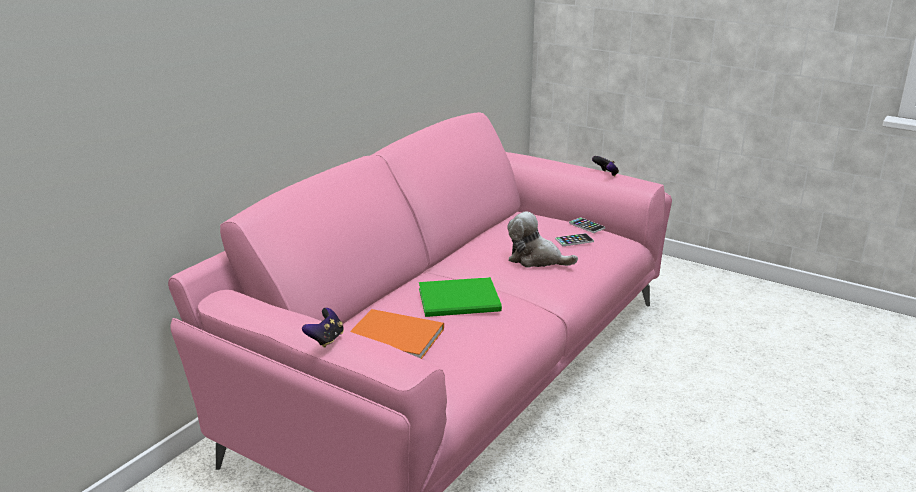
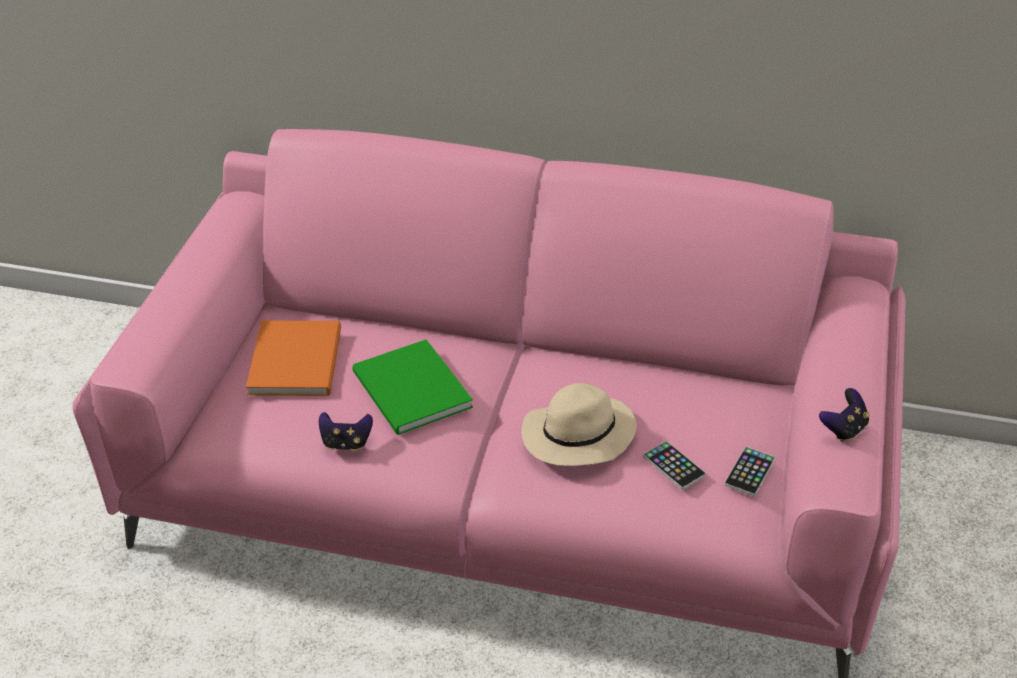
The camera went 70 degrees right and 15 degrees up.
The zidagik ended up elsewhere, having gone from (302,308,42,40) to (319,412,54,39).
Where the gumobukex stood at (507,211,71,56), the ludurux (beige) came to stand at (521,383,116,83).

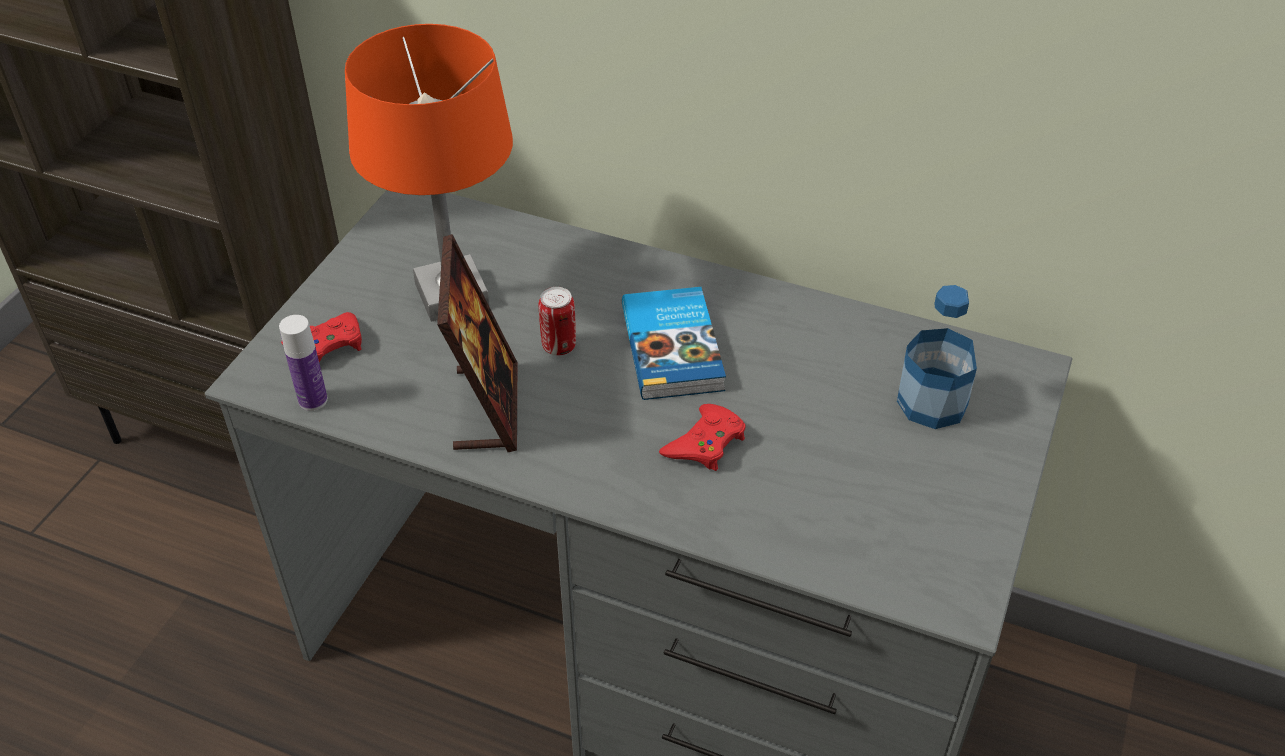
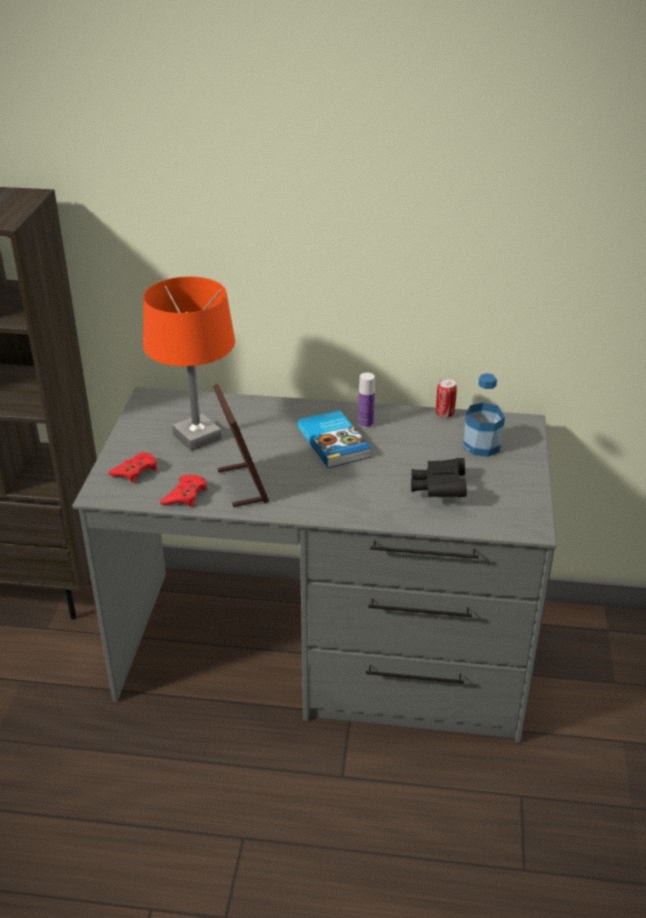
The camera went 15 degrees left and 10 degrees down.
The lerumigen ended up elsewhere, having gone from (279,315,49,96) to (358,373,17,55).
The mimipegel ended up elsewhere, having gone from (539,287,37,68) to (436,379,21,39).
The zidagik (red) ended up elsewhere, having gone from (659,404,87,67) to (160,475,47,32).
The second view gained the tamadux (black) at (411,458,56,39).

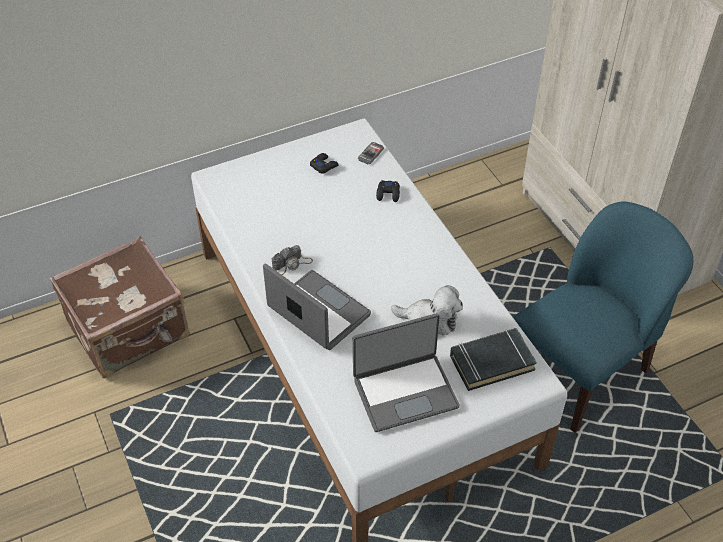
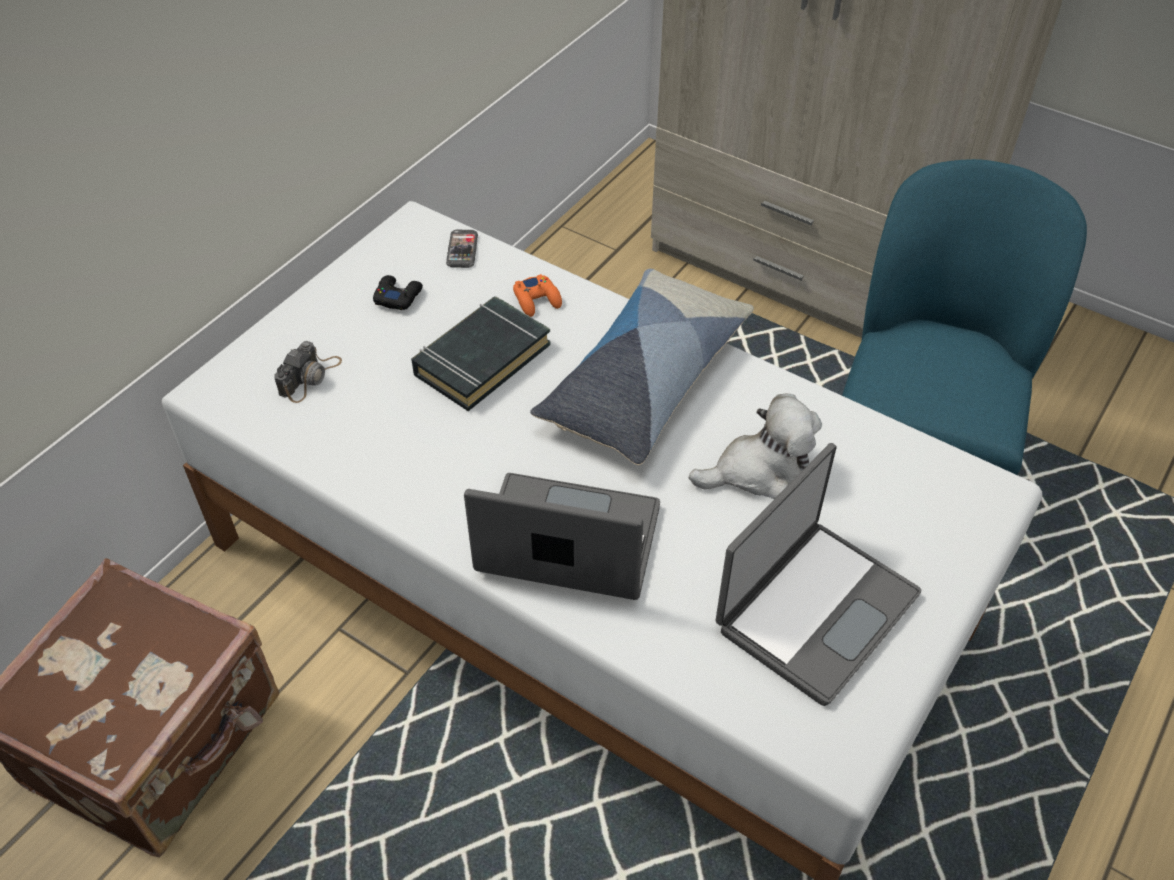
The camera went 30 degrees left and 0 degrees up.
The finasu ended up elsewhere, having gone from (272,245,41,30) to (274,341,68,62).
What was the zidagik (black) at (376,180,24,22) turned into the zidagik (orange) at (513,274,49,43).
The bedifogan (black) ended up elsewhere, having gone from (450,328,87,63) to (411,296,140,115).
The second view gained the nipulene at (530,269,224,196).

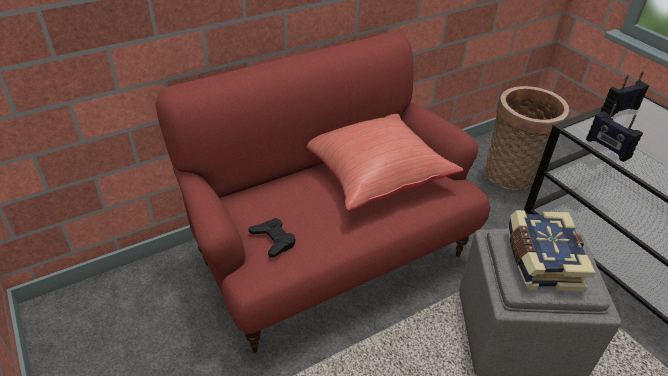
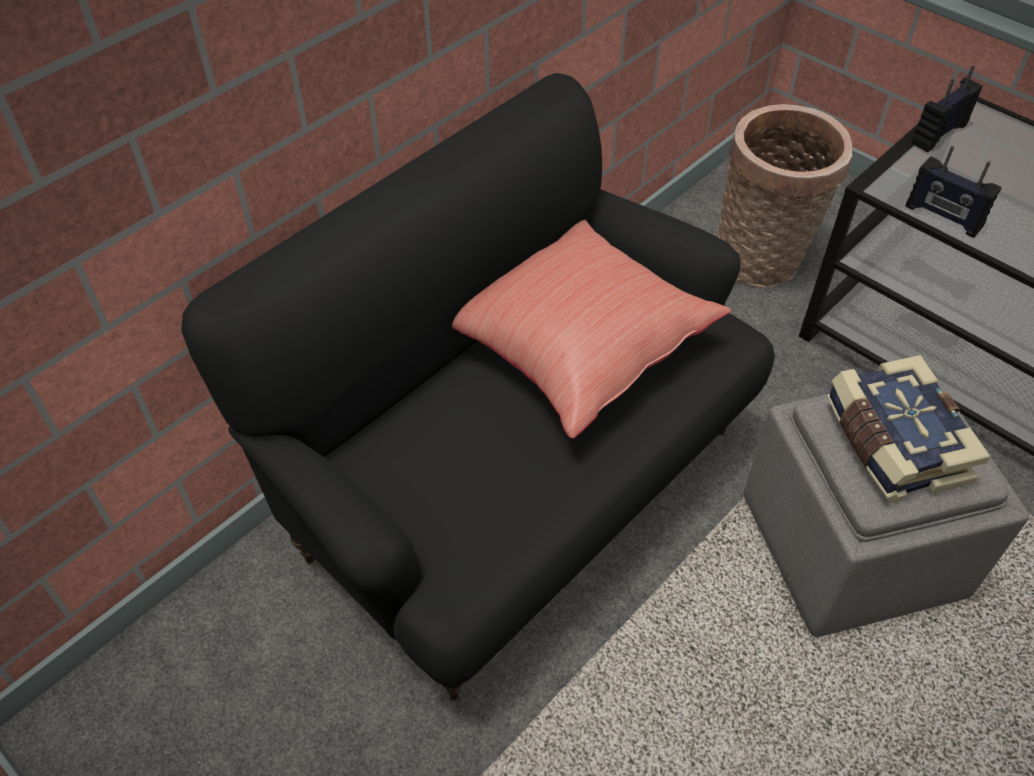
The camera went 15 degrees left and 10 degrees up.
What was the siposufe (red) at (155,32,335,321) turned into the siposufe (black) at (181,73,594,627).
The second view lost the zidagik (black) at (248,218,47,40).

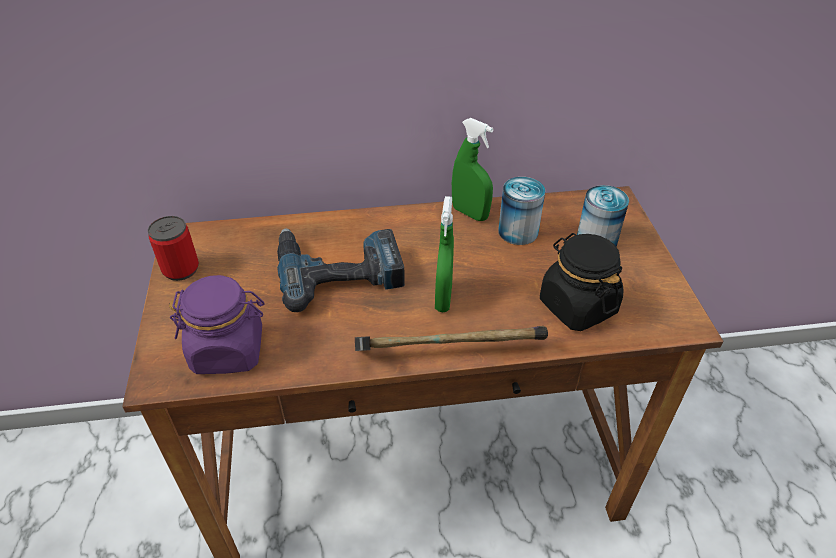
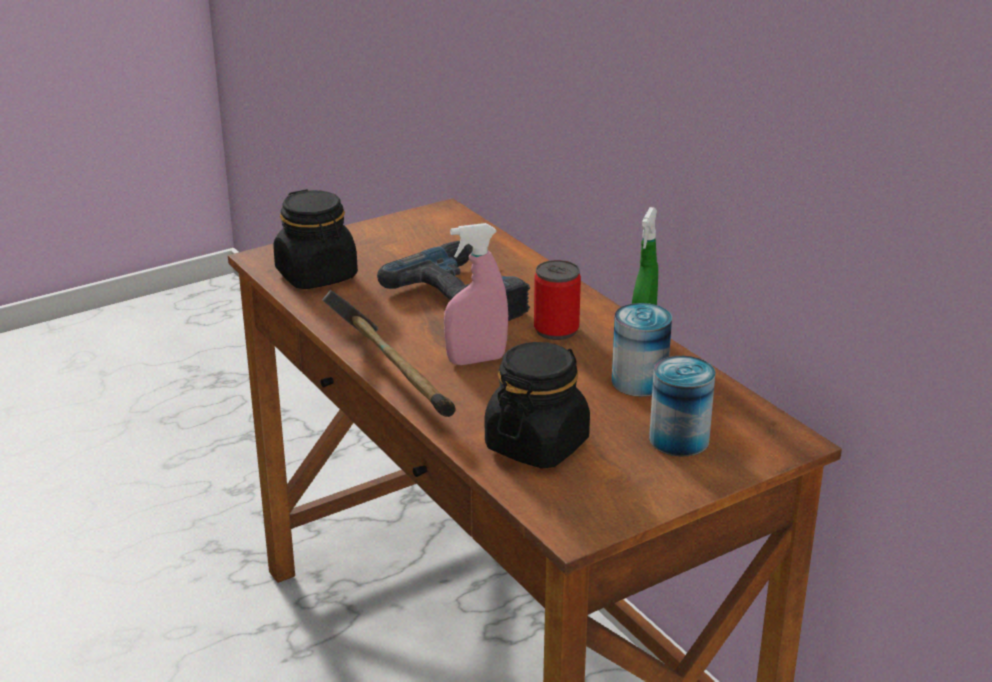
The camera went 65 degrees right and 15 degrees down.
The mimipegel ended up elsewhere, having gone from (148,216,51,65) to (534,260,47,80).
What was the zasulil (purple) at (169,275,96,99) turned into the zasulil (black) at (273,189,85,100).
What was the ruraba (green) at (435,196,19,116) turned into the ruraba (pink) at (444,223,64,142).

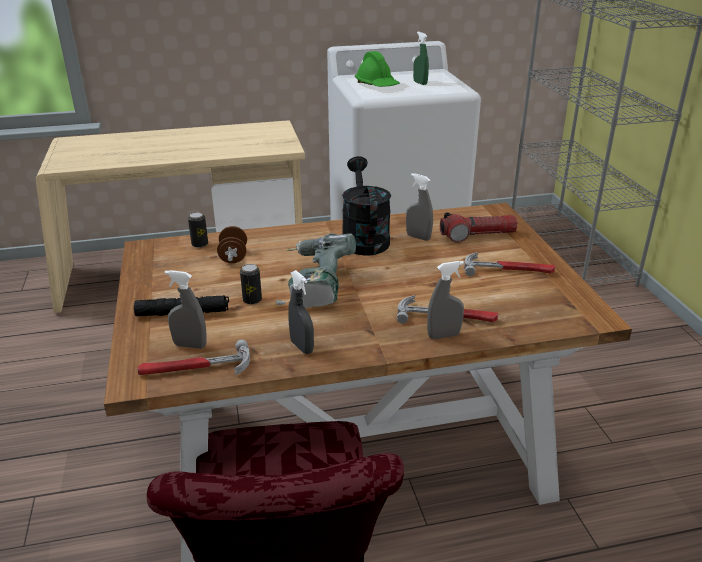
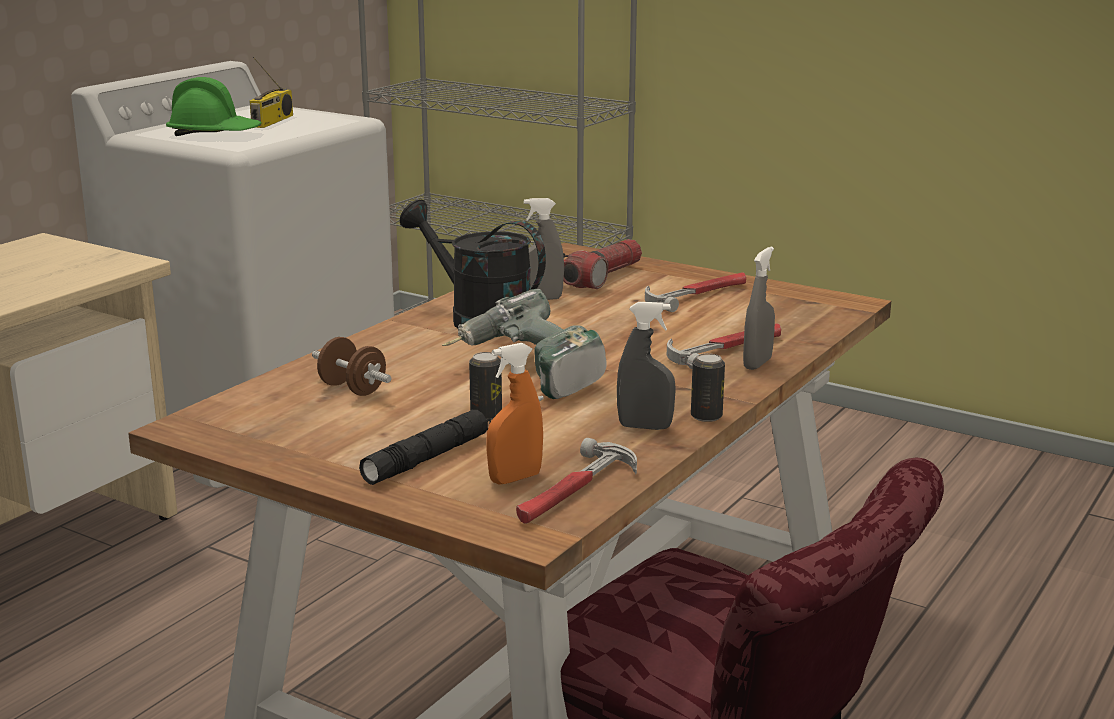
The camera went 45 degrees left and 10 degrees down.
What was the ruraba (grey) at (164,270,43,79) turned into the ruraba (orange) at (486,343,57,142).
The mimipegel ended up elsewhere, having gone from (188,212,20,36) to (691,353,34,69).
Where the ruraba (green) stood at (413,32,16,53), the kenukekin came to stand at (249,56,44,72).

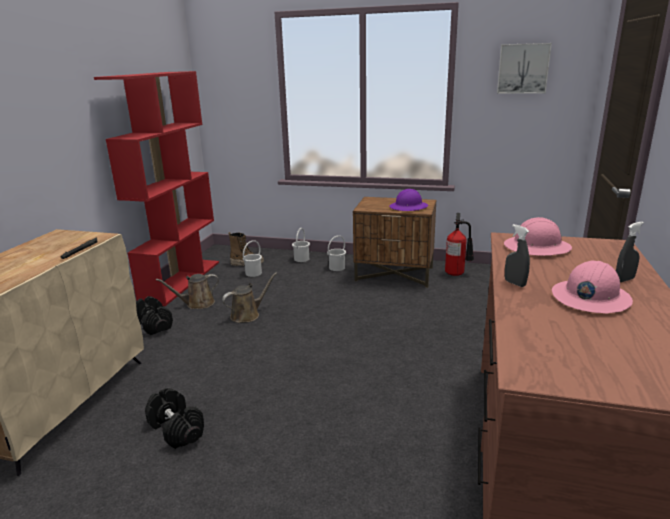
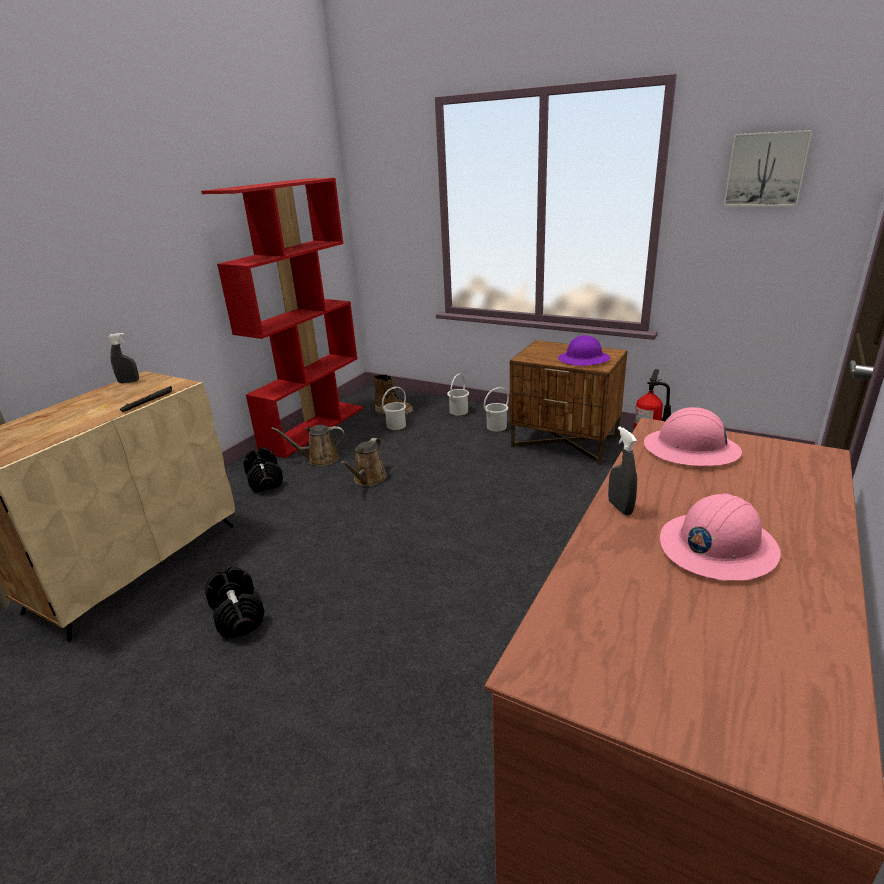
The camera went 15 degrees right and 5 degrees up.
The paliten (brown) at (222,272,55,51) ended up facing another way, 135 degrees clockwise from before.
The ruraba (grey) ended up elsewhere, having gone from (616,222,28,60) to (107,333,32,50).

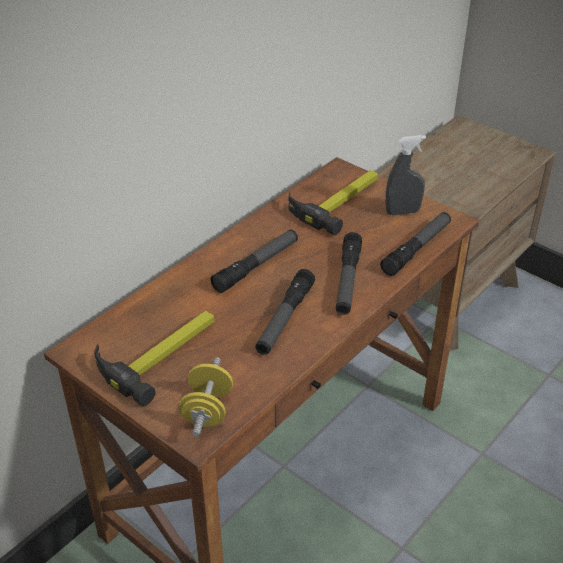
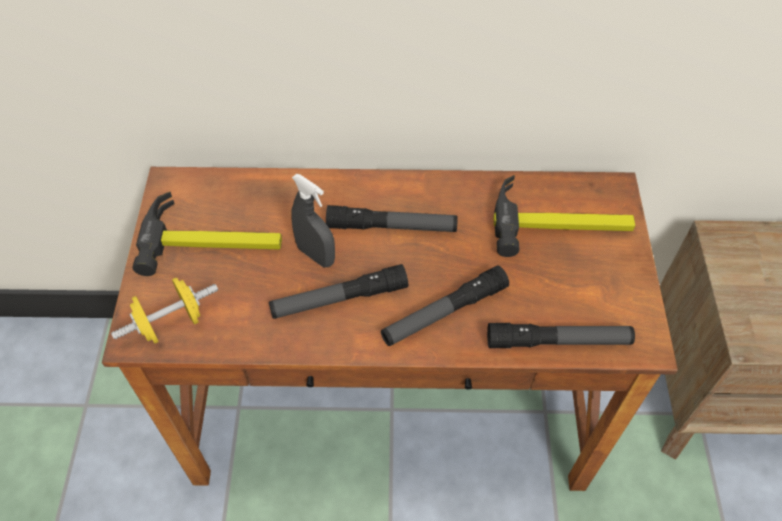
The camera went 50 degrees right and 15 degrees up.
The ruraba (grey) ended up elsewhere, having gone from (386,135,40,80) to (291,174,44,93).

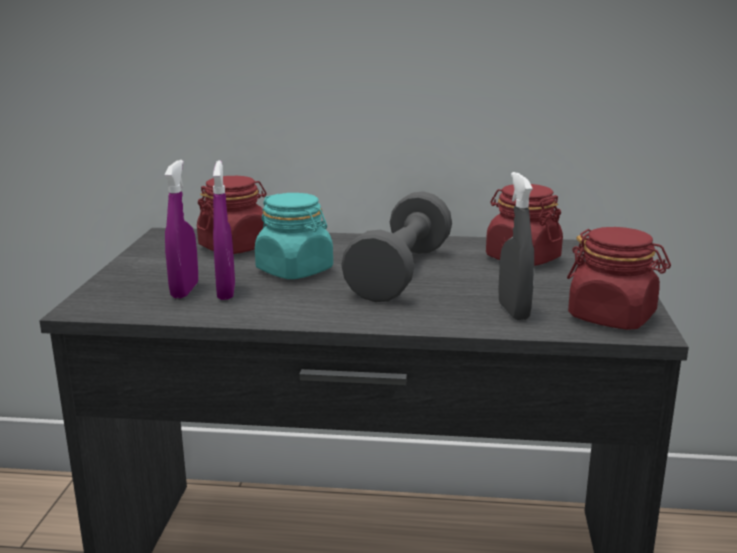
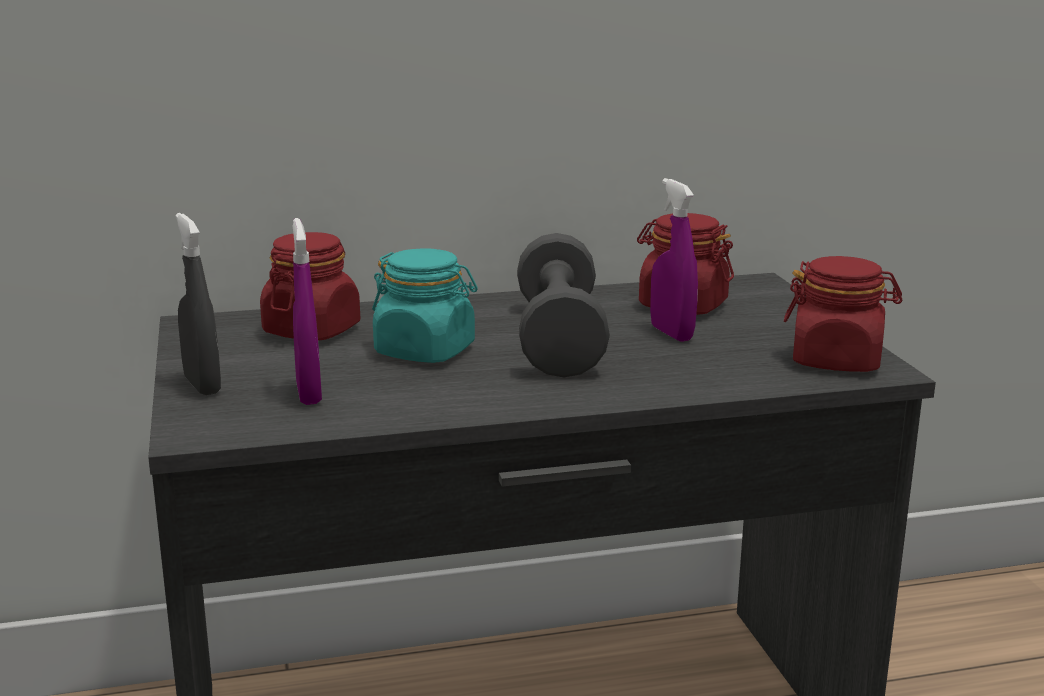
The camera went 20 degrees left and 0 degrees up.
The ruraba (purple) ended up elsewhere, having gone from (213,160,22,140) to (650,178,48,164).
The ruraba (grey) ended up elsewhere, having gone from (498,172,36,149) to (175,213,46,182).

